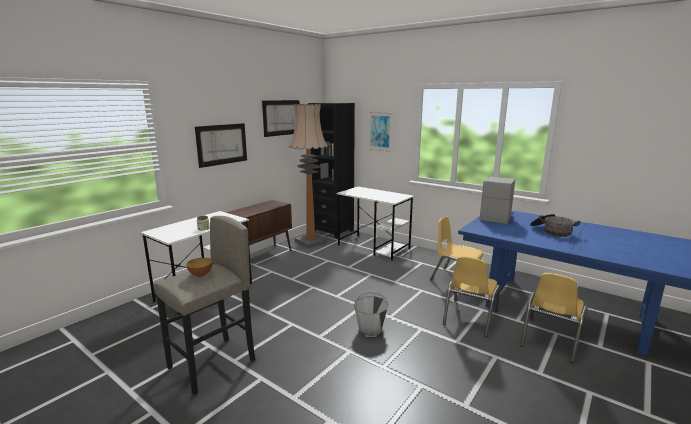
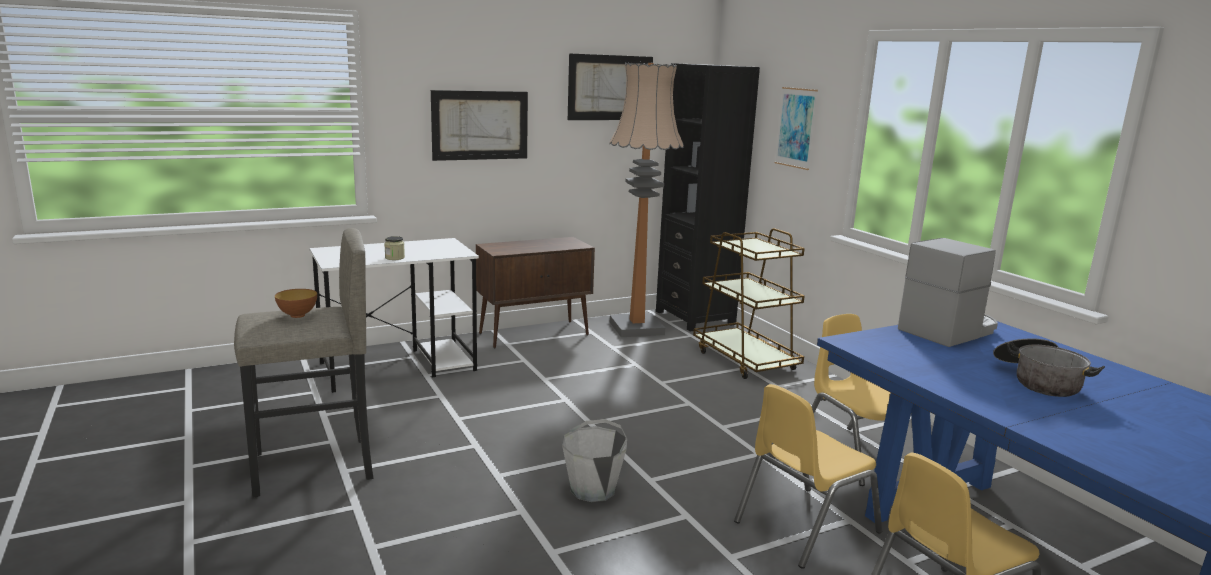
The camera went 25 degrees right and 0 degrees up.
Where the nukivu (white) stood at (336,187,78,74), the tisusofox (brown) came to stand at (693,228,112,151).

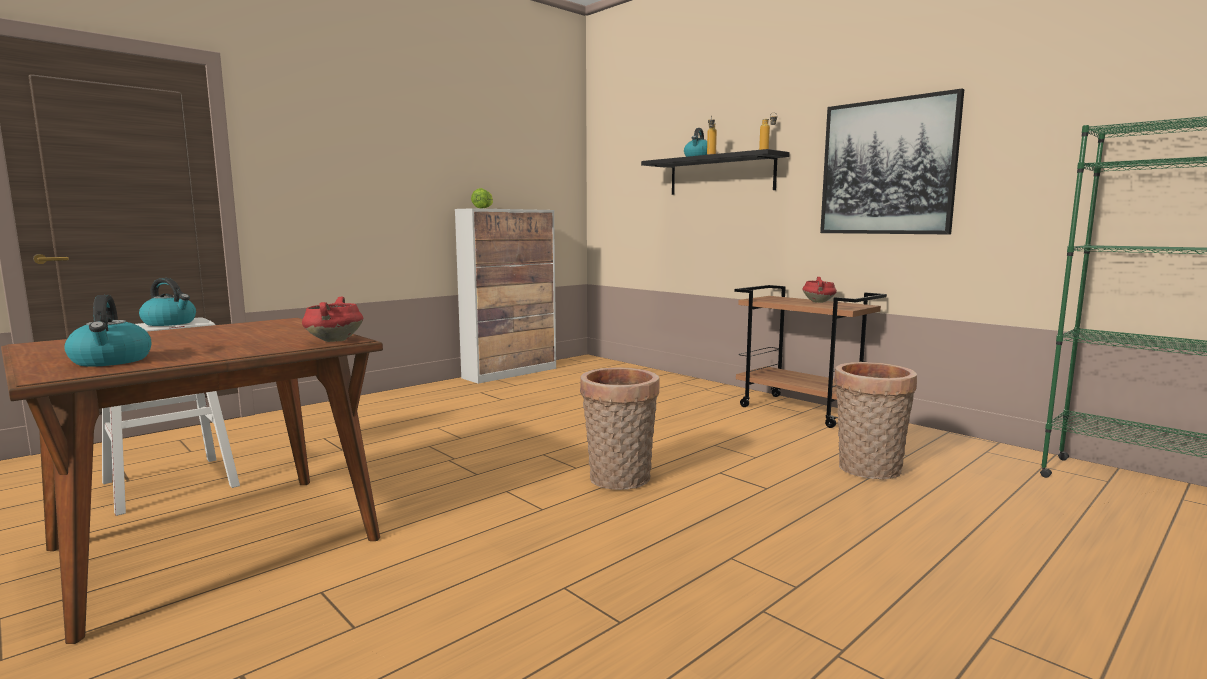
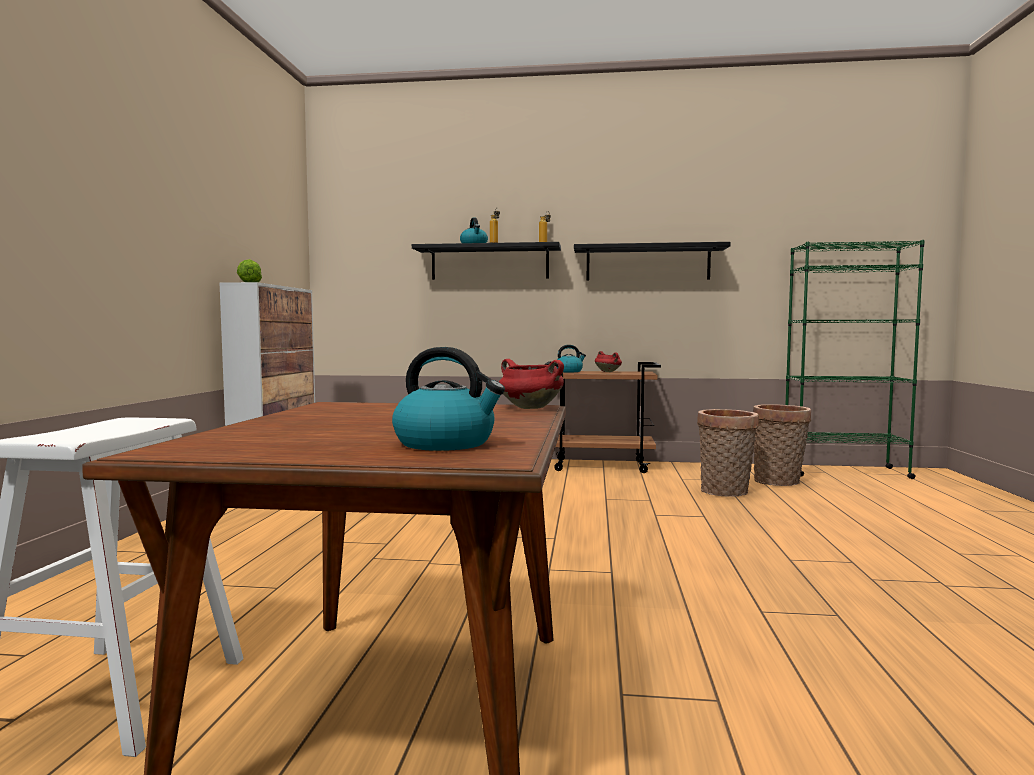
The camera went 40 degrees left and 5 degrees down.
The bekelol ended up elsewhere, having gone from (139,278,57,48) to (557,345,29,27).
The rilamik ended up elsewhere, having gone from (580,367,79,123) to (753,404,58,82).
Where the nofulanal hung at (820,89,144,145), the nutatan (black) came to hang at (574,242,157,39).

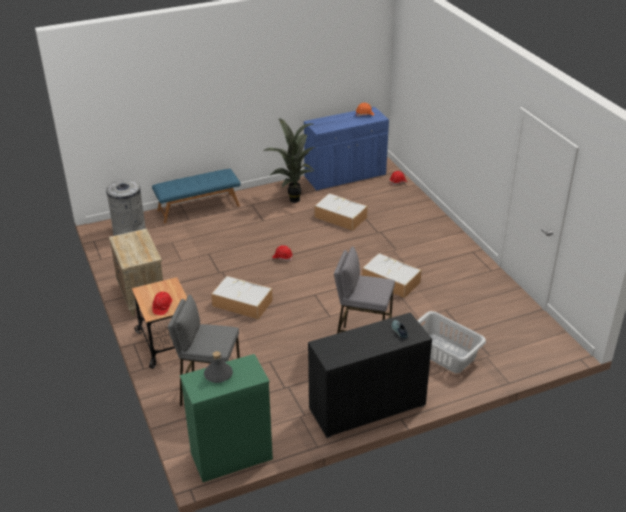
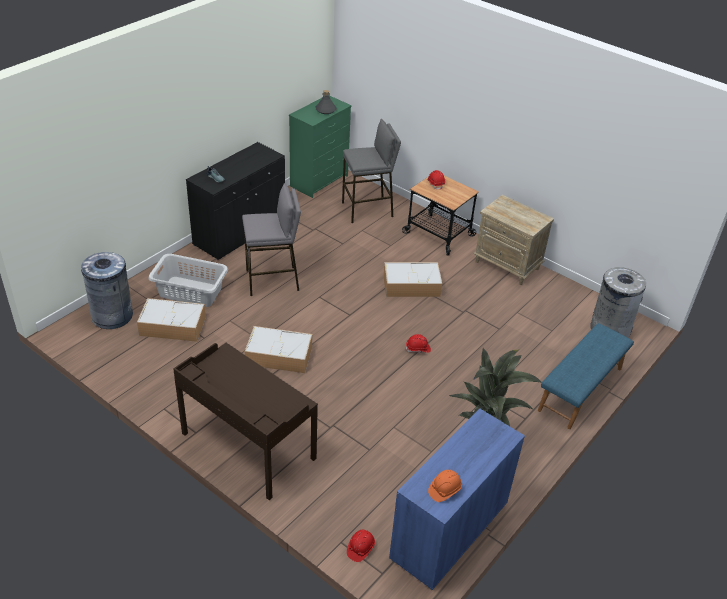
The camera went 150 degrees right and 5 degrees up.
The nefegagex ended up elsewhere, having gone from (314,193,54,38) to (137,298,69,44).
The second view gained the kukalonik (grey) at (81,252,52,77).
The second view gained the nukivu (brown) at (173,343,145,157).

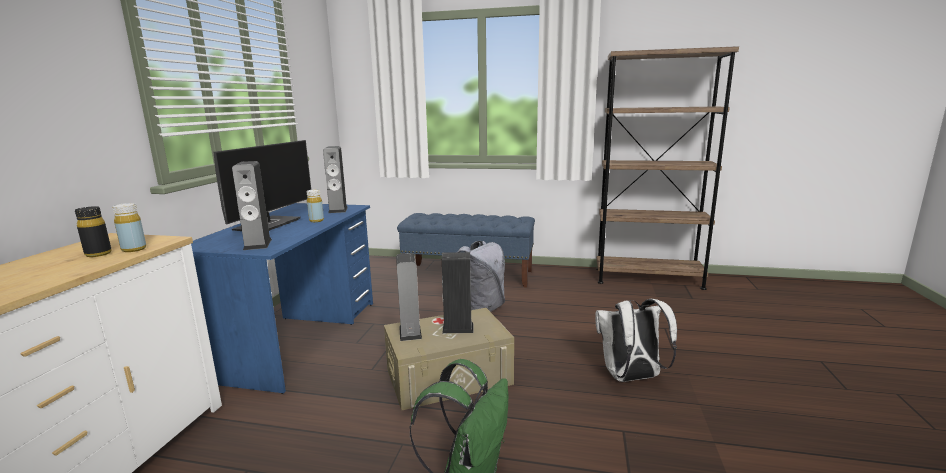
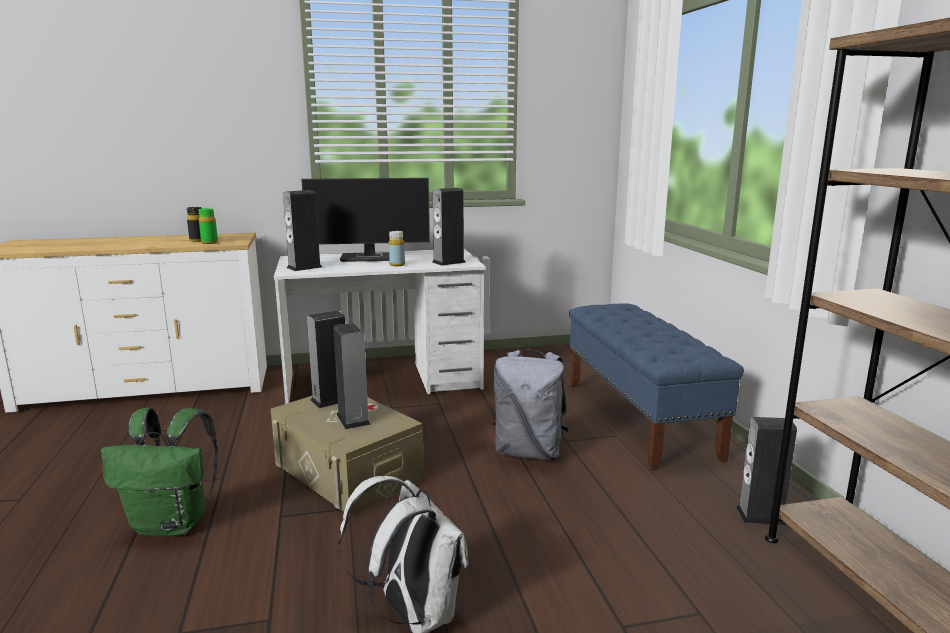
The camera went 65 degrees right and 0 degrees up.
What was the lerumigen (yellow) at (112,203,34,49) turned into the lerumigen (green) at (199,208,19,36).
What was the nukivu (blue) at (191,203,182,191) turned into the nukivu (white) at (274,249,212,155).
The second view gained the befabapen at (736,417,61,108).

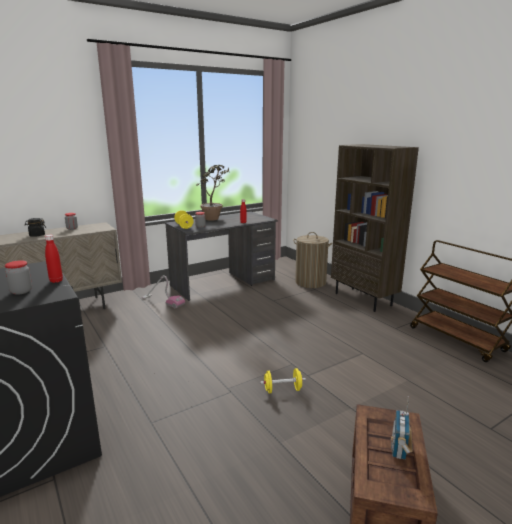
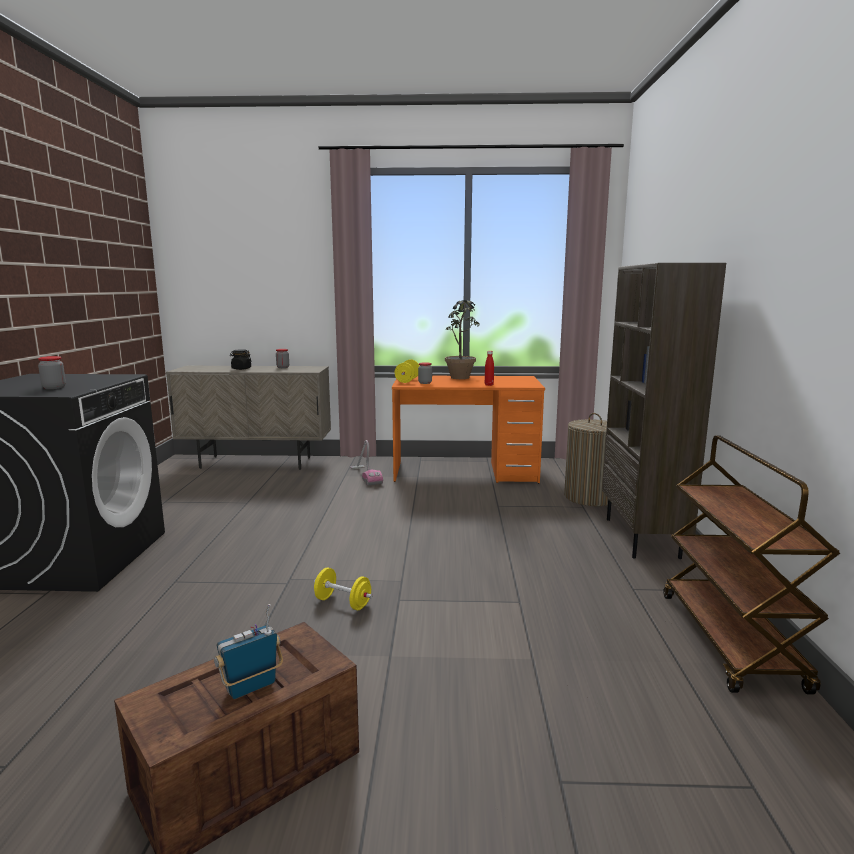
The camera went 35 degrees right and 5 degrees down.
The second view lost the lerumigen (red) at (45,235,18,48).
What was the nukivu (grey) at (165,211,113,90) turned into the nukivu (orange) at (392,376,153,107).

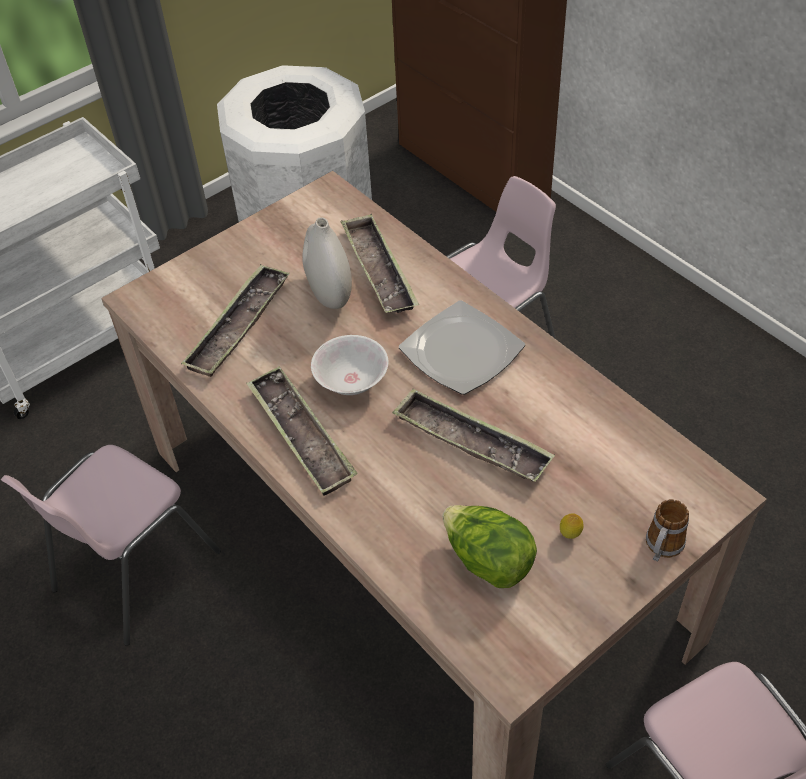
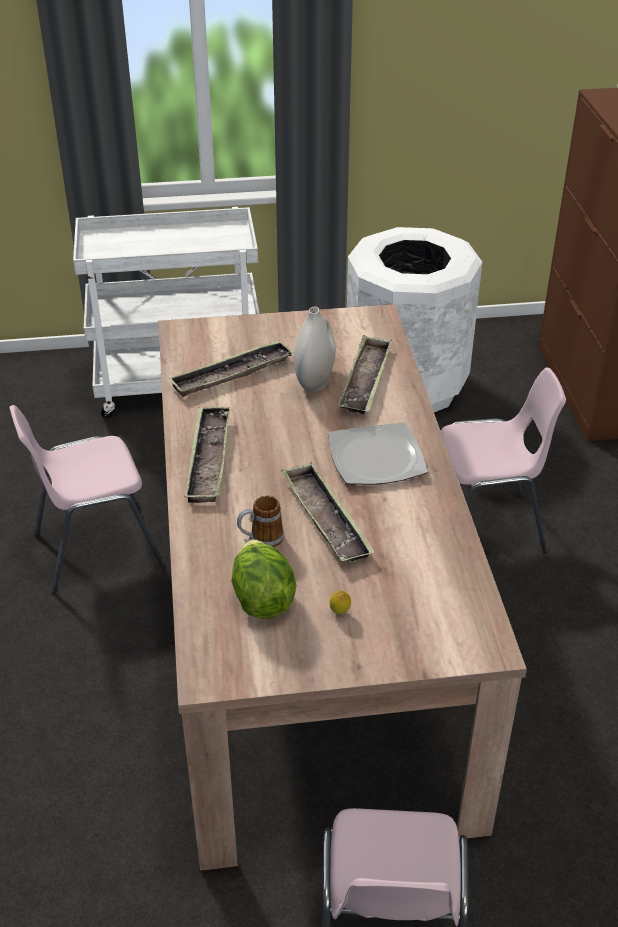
The camera went 30 degrees right and 10 degrees down.
The second view lost the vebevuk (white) at (311,335,77,60).
The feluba ended up elsewhere, having gone from (646,499,43,63) to (237,495,47,52).

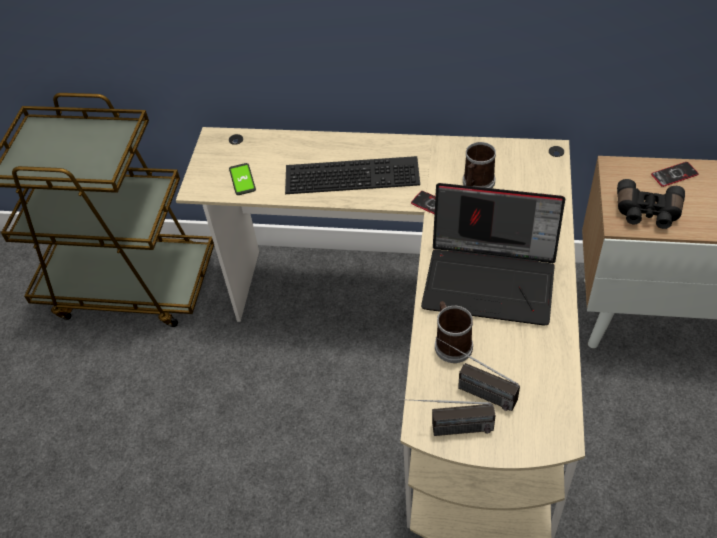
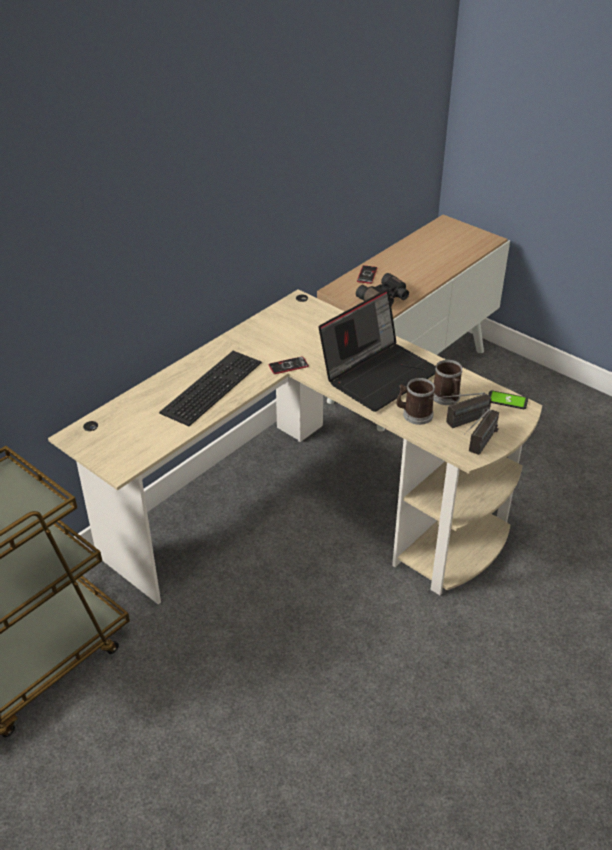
The camera went 60 degrees left and 10 degrees down.
The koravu ended up elsewhere, having gone from (229,163,27,32) to (488,390,40,19).
The feluba ended up elsewhere, having gone from (463,142,33,46) to (433,360,29,45).

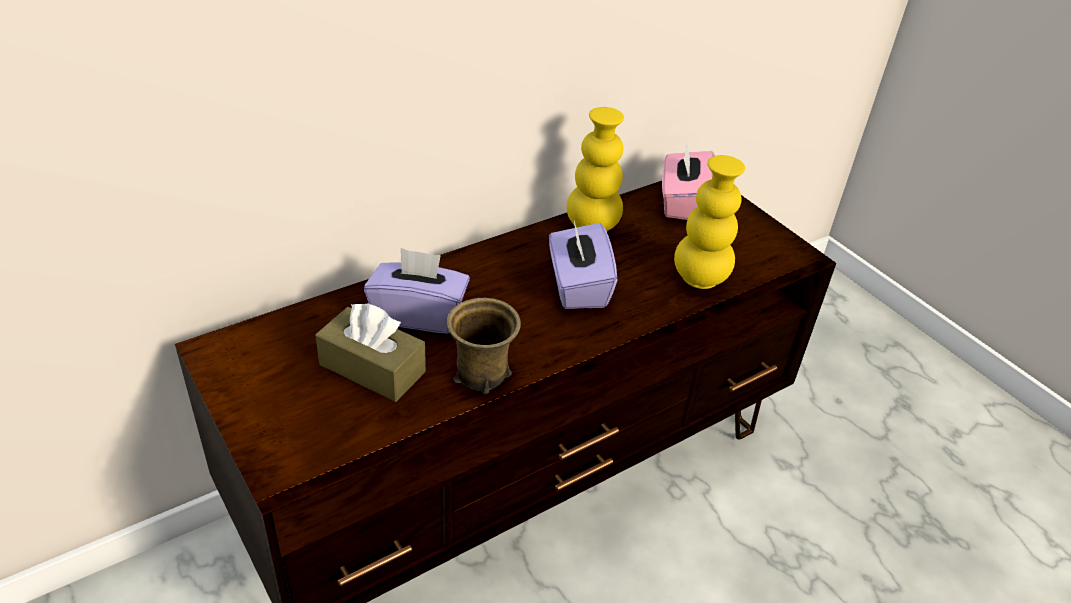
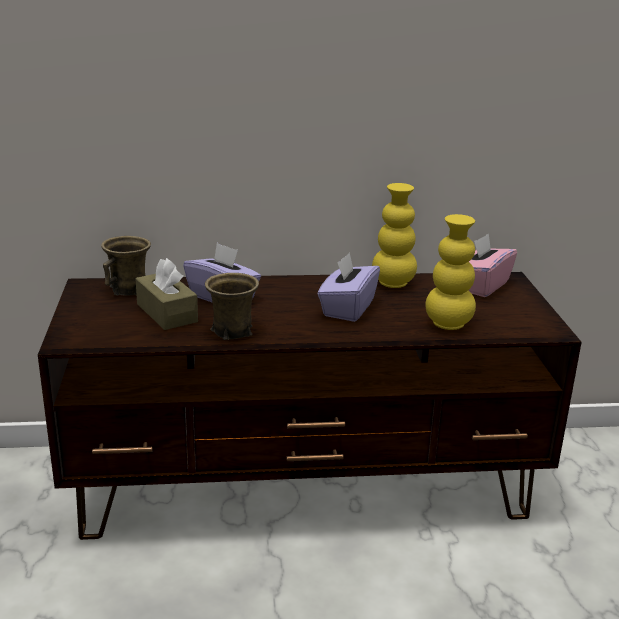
The camera went 30 degrees right and 15 degrees down.
The second view gained the feluba (brown) at (101,236,50,60).

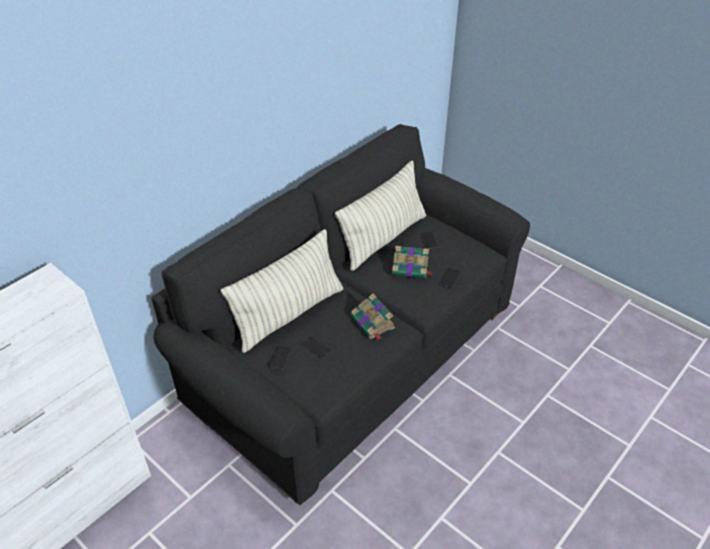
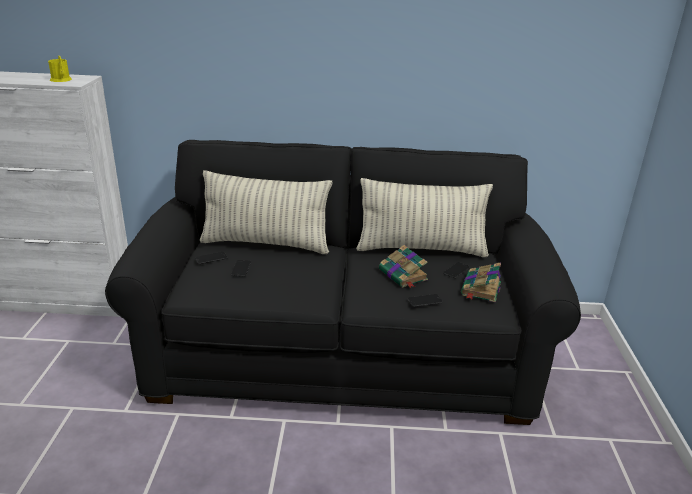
The camera went 50 degrees right and 15 degrees down.
The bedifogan ended up elsewhere, having gone from (350,293,45,47) to (461,262,40,40).
The second view gained the feluba (yellow) at (48,56,24,26).

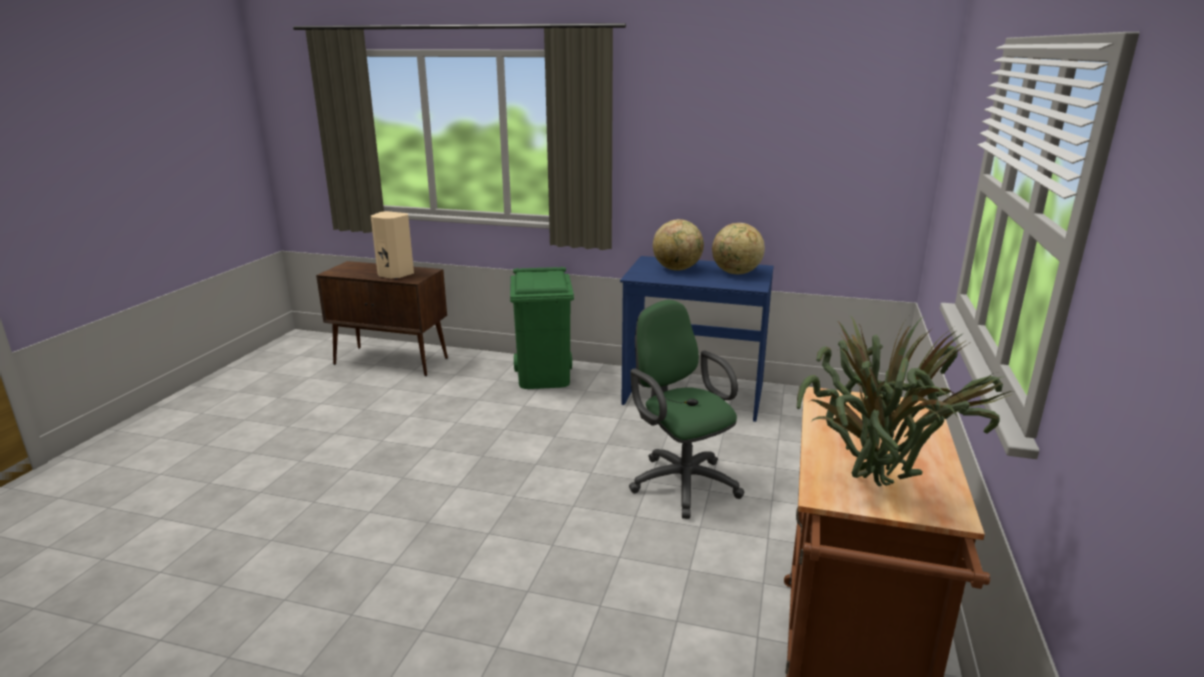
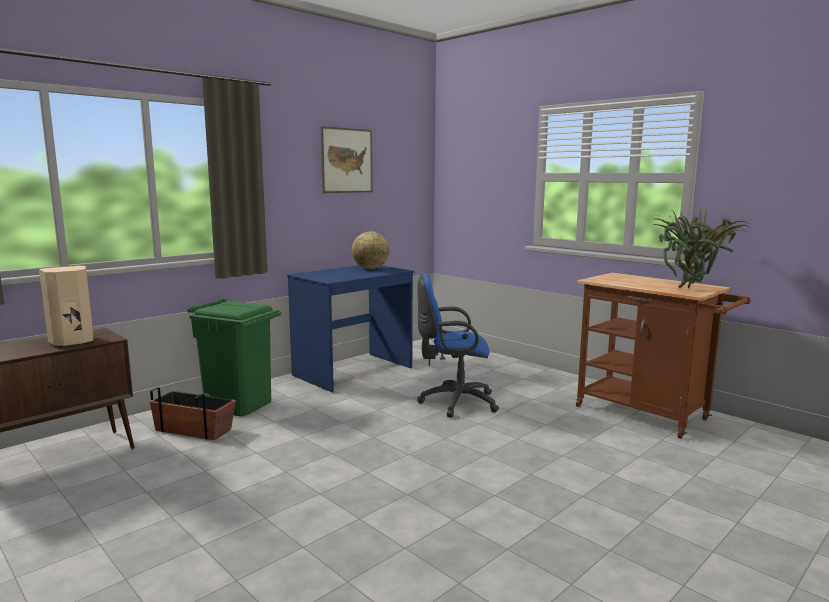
The camera went 60 degrees left and 10 degrees down.
What was the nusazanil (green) at (629,300,115,219) turned into the nusazanil (blue) at (417,274,82,144).
The second view lost the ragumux at (653,219,51,52).
The second view gained the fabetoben at (150,388,86,52).
The second view gained the nofulanal at (320,126,53,67).

